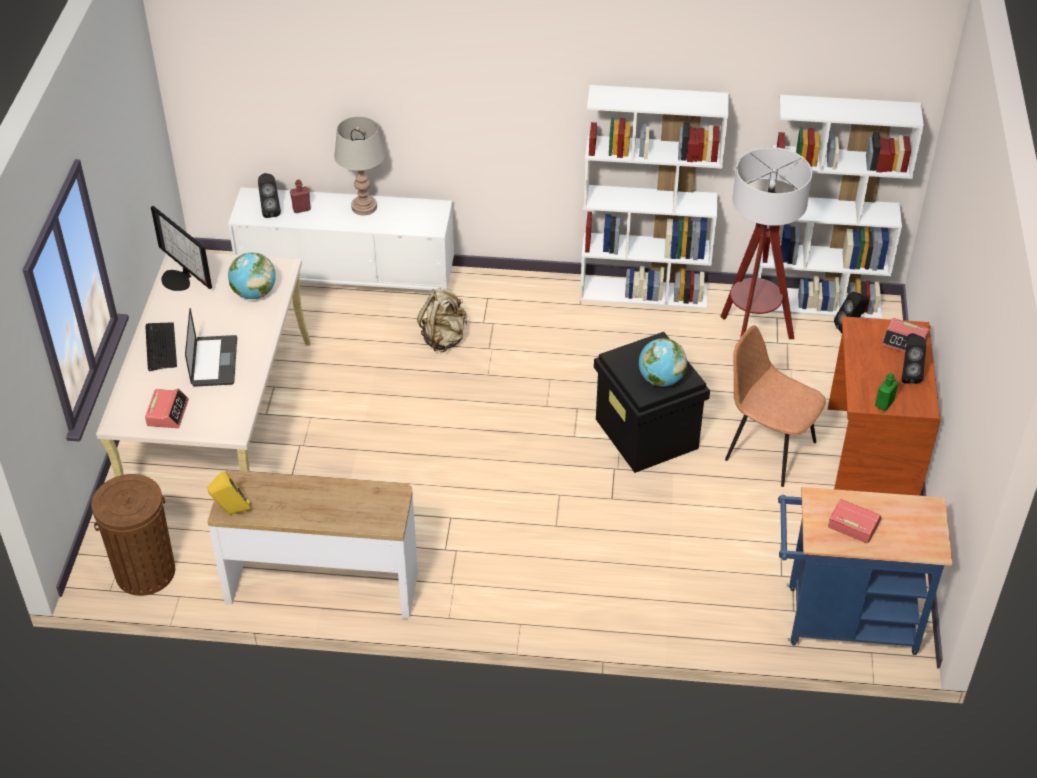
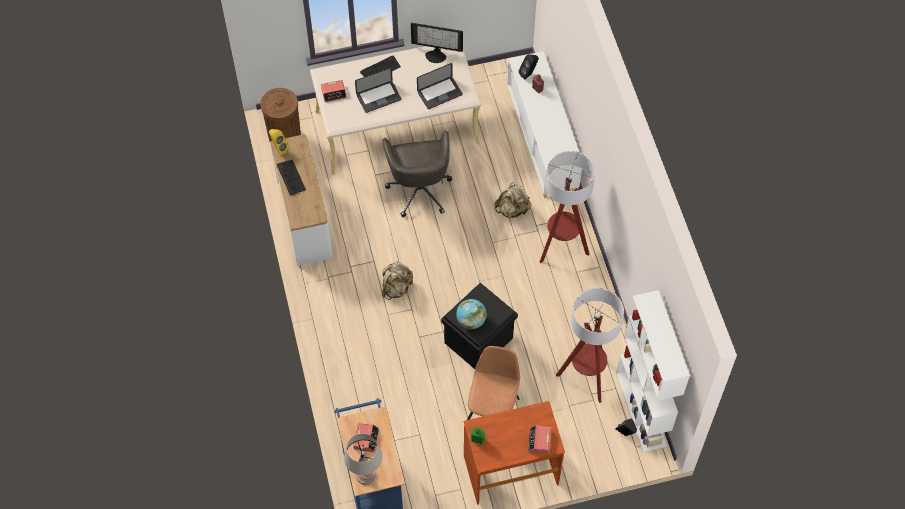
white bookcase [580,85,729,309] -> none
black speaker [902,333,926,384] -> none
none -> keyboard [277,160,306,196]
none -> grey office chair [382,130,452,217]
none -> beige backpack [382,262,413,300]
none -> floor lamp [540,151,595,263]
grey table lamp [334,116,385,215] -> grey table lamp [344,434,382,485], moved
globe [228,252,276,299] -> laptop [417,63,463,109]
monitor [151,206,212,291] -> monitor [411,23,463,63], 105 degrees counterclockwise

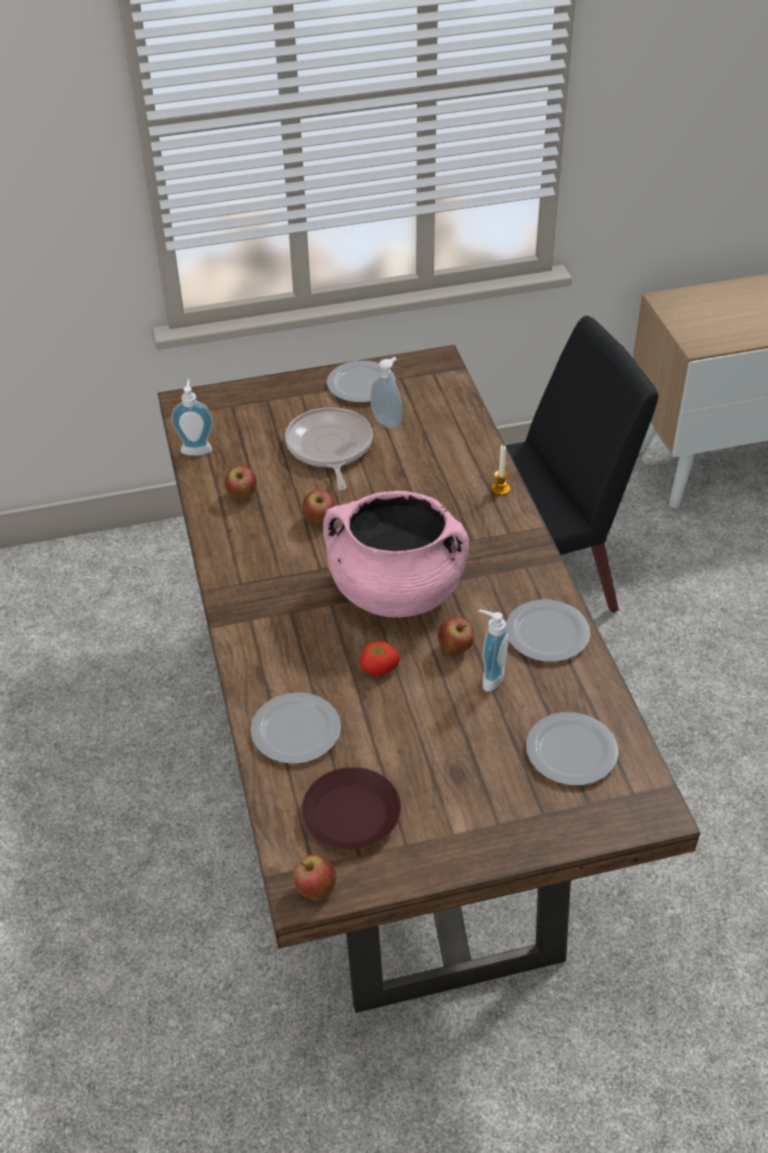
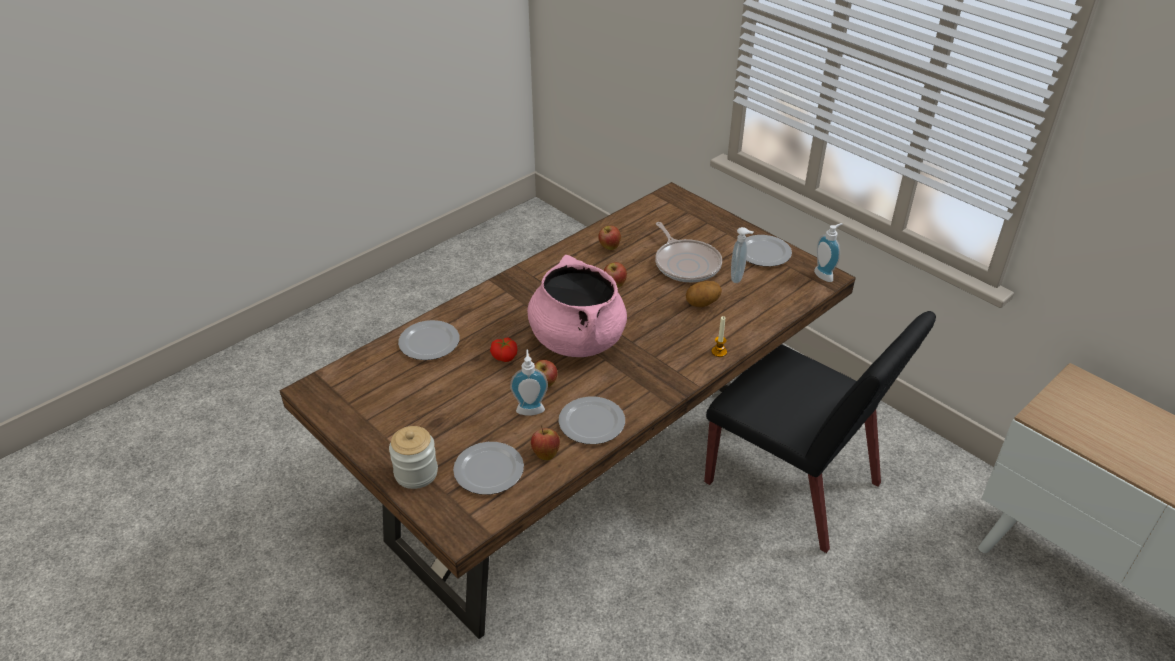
brown plate [302,767,401,850] -> none
none -> jar [389,426,438,489]
none -> potato [686,281,722,307]
soap dispenser [171,379,213,456] -> soap dispenser [814,223,843,282], moved
apple [293,854,336,900] -> apple [531,425,560,460], moved
frying pan [285,407,373,490] -> frying pan [655,222,722,282], 105 degrees clockwise

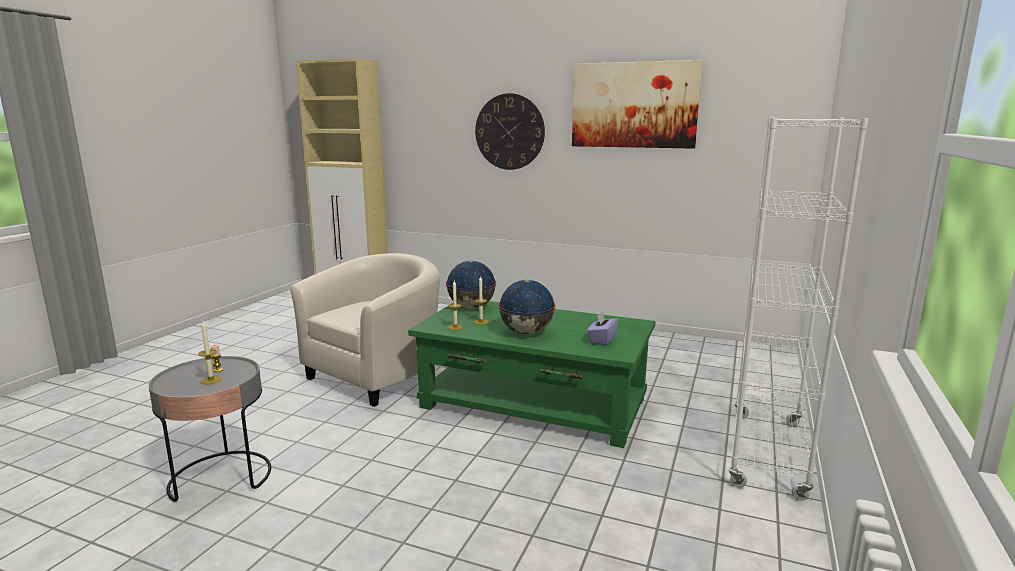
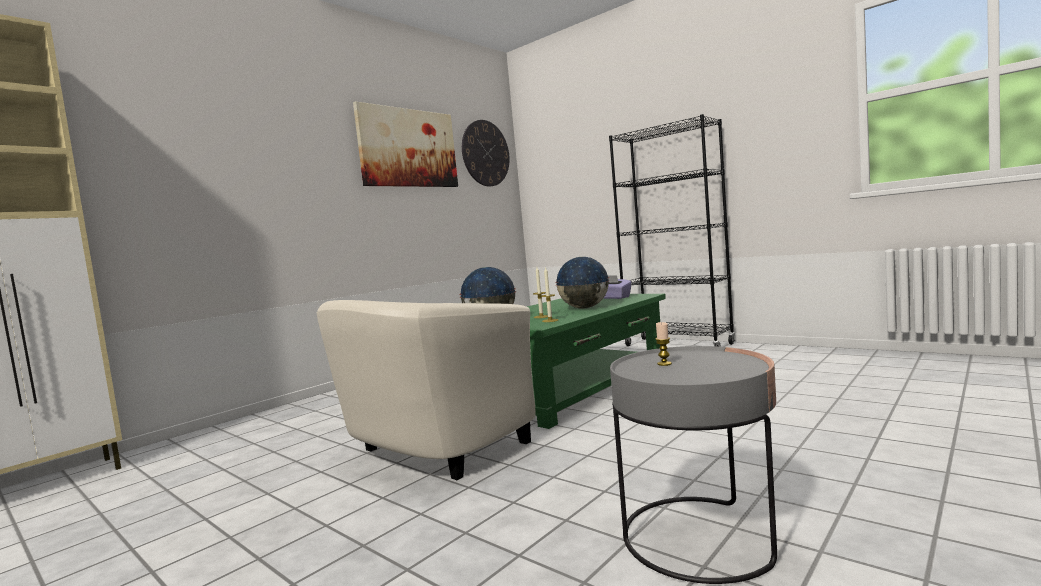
candle [198,322,222,385] -> none
wall clock [475,93,545,170] -> wall clock [462,120,510,187], moved
white bookcase [728,117,868,500] -> black bookcase [609,114,735,347]
beige armchair [290,253,440,407] -> beige armchair [317,300,536,480], 105 degrees counterclockwise

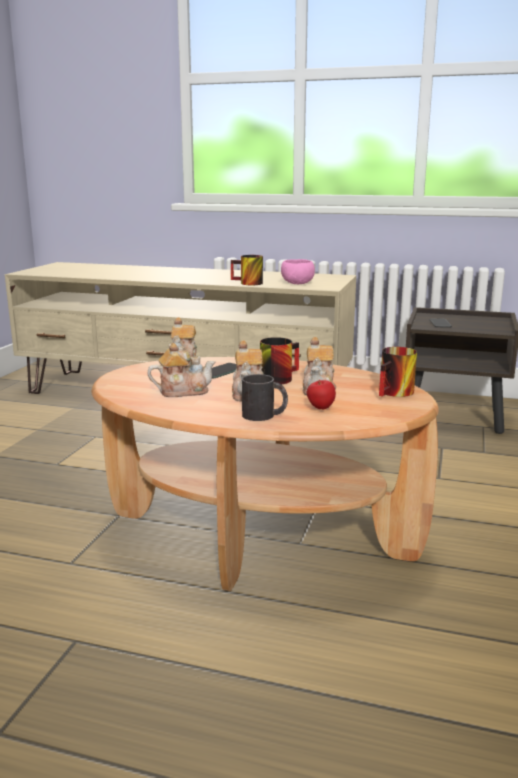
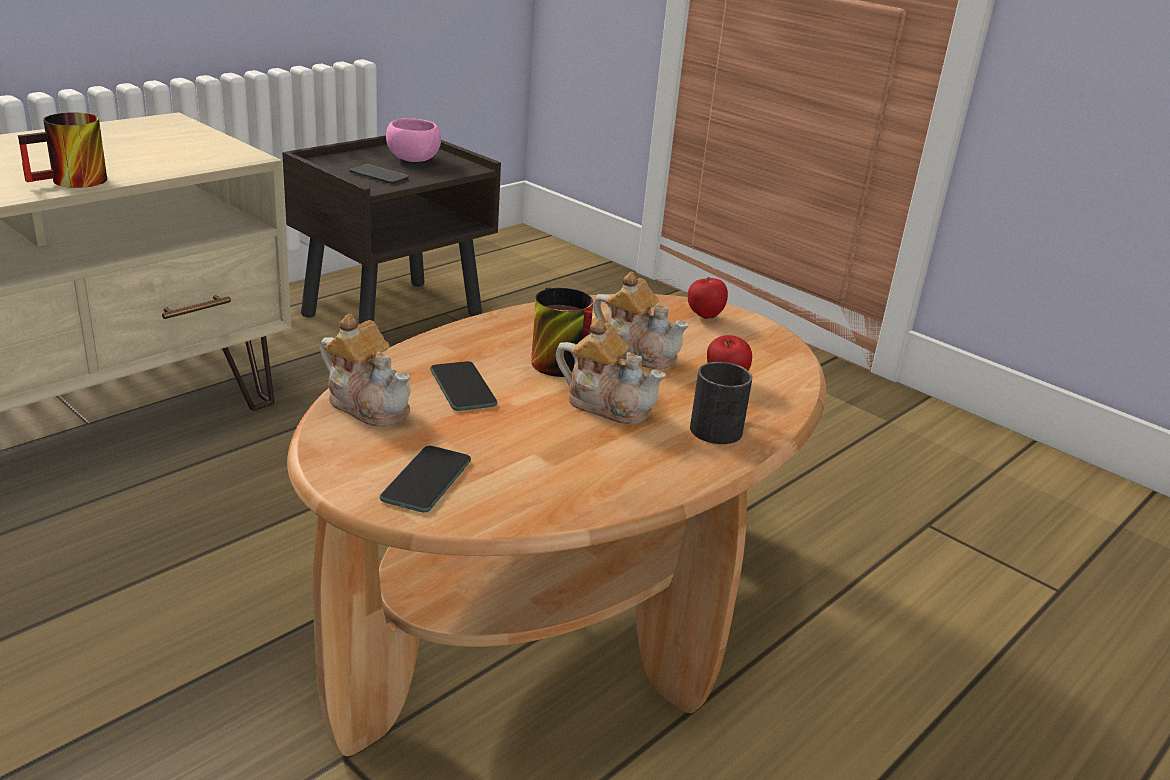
teapot [147,343,215,397] -> none
none -> phone [380,446,471,513]
pink bowl [281,259,315,284] -> pink bowl [386,118,441,162], moved
mug [379,347,417,397] -> apple [688,277,728,319]

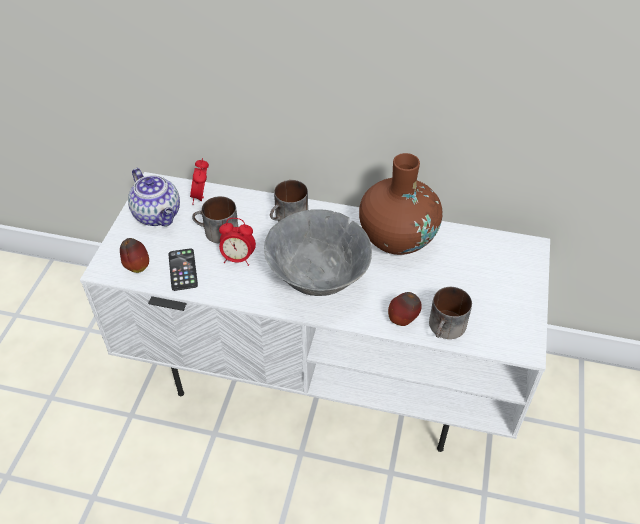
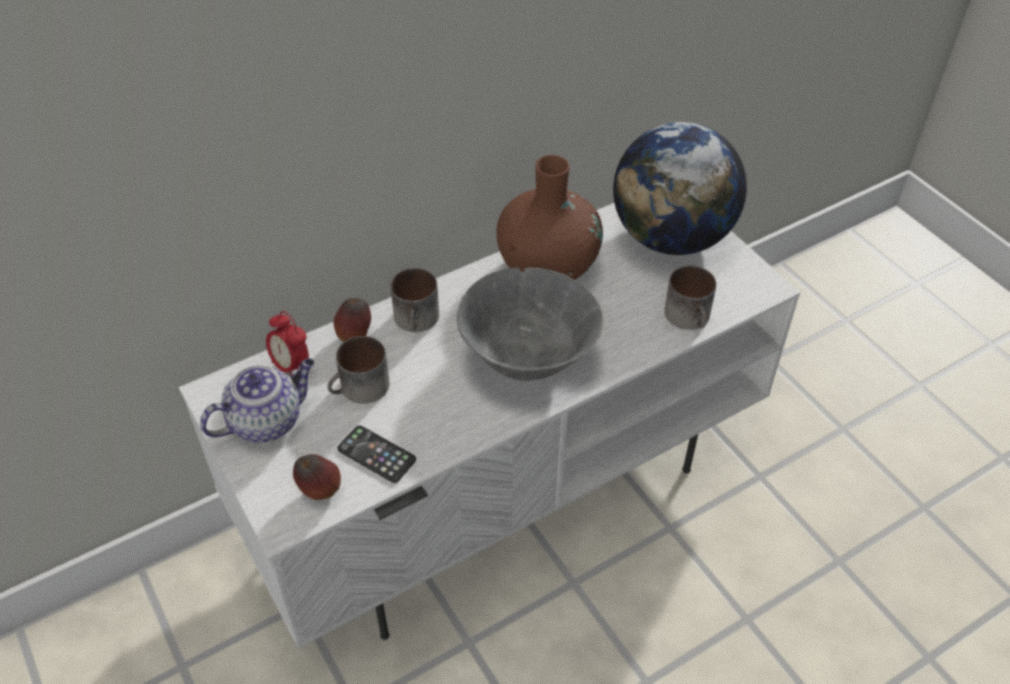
alarm clock [219,218,256,266] -> none
none -> globe [613,122,747,255]
apple [388,292,422,326] -> apple [333,298,371,342], moved
teapot [128,168,180,226] -> teapot [200,359,314,442], 45 degrees counterclockwise

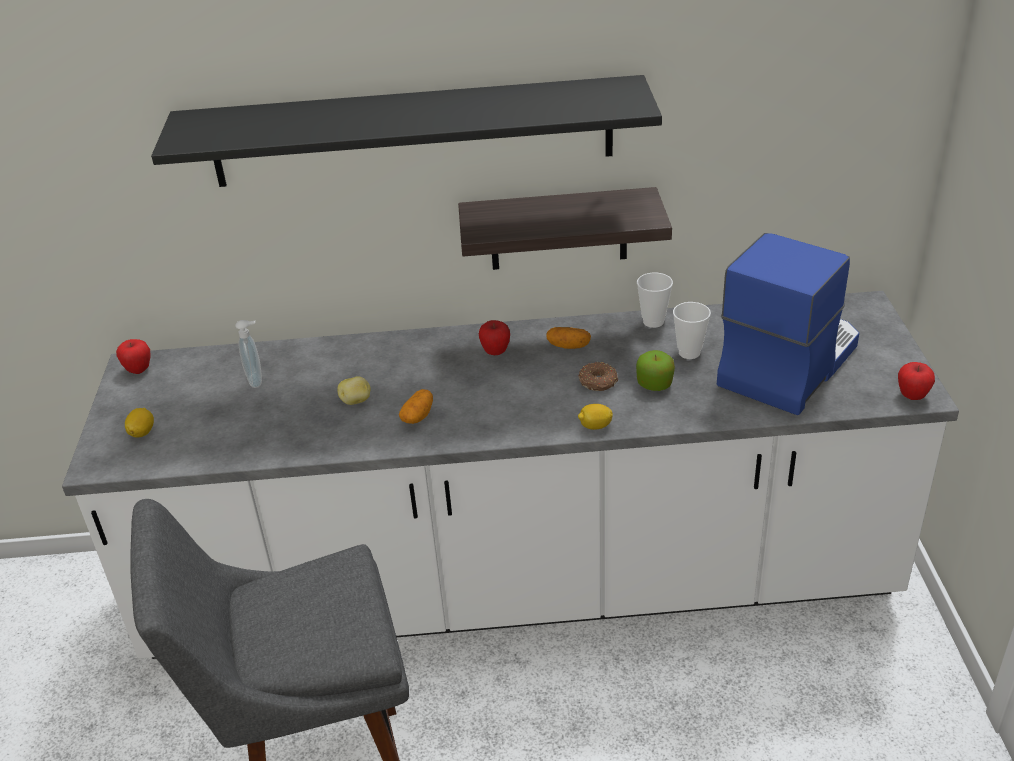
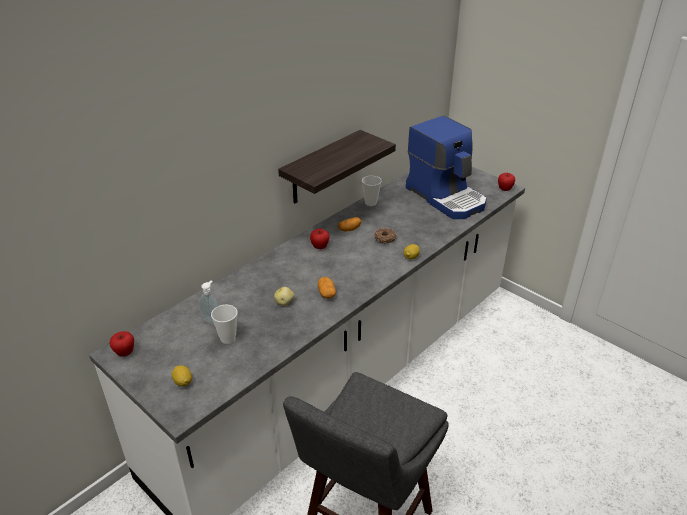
black shelf [151,75,662,187] -> none
apple [636,350,675,391] -> none
cup [673,302,711,359] -> cup [211,305,238,344], moved
coffee machine [717,233,859,415] -> coffee machine [406,116,487,219], 150 degrees clockwise

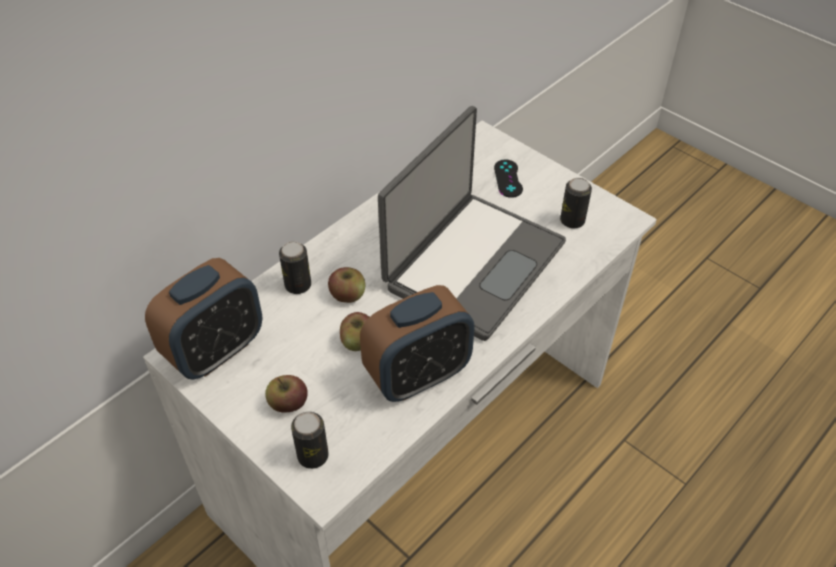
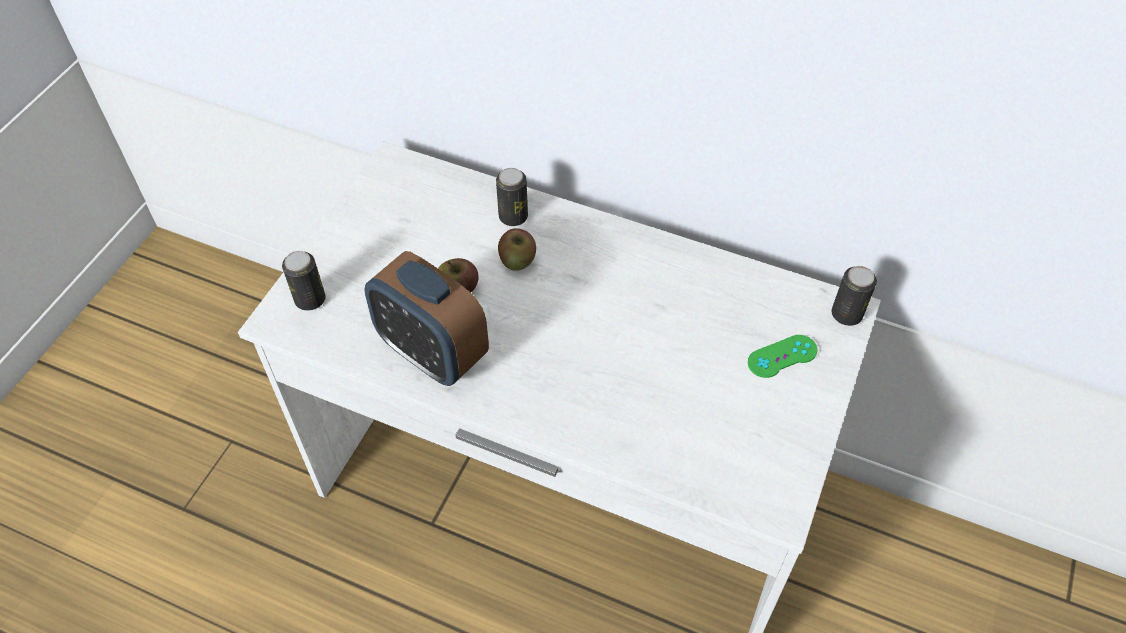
alarm clock [145,258,263,380] -> none
apple [265,375,308,413] -> none
laptop [378,106,566,341] -> none
can [560,178,592,228] -> can [832,266,877,326], moved
black game controller [494,159,523,198] -> green game controller [748,335,818,378]

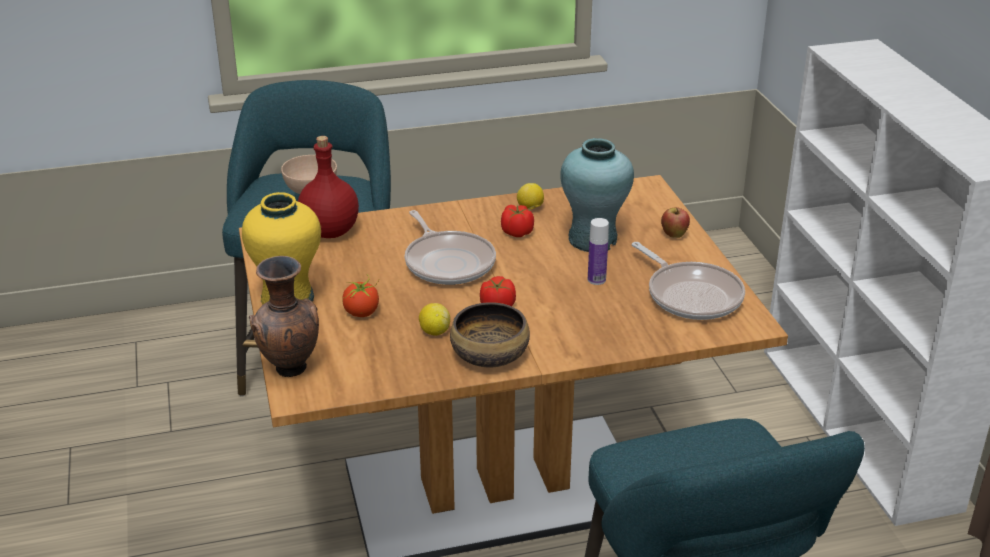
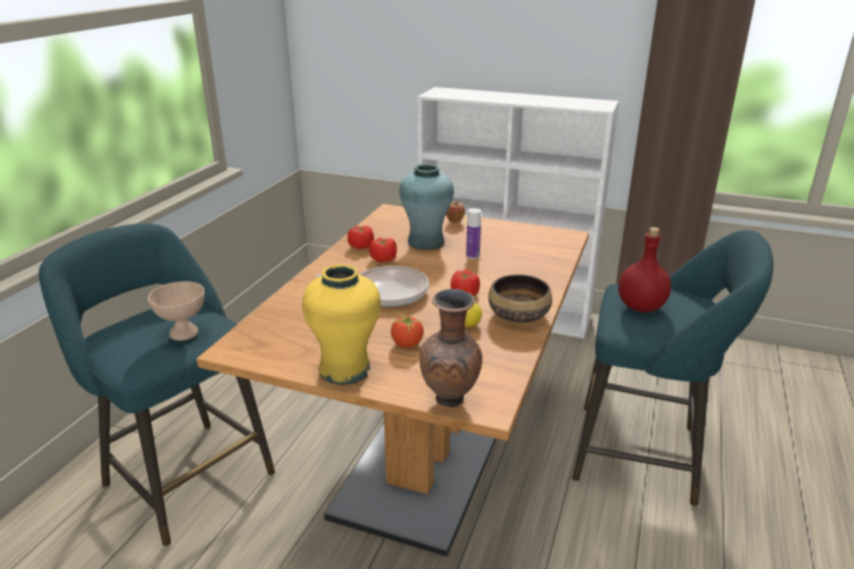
frying pan [632,242,745,320] -> none
red bottle [298,136,359,238] -> red bottle [618,227,671,313], moved
lemon [517,183,544,209] -> tomato [347,226,374,249]

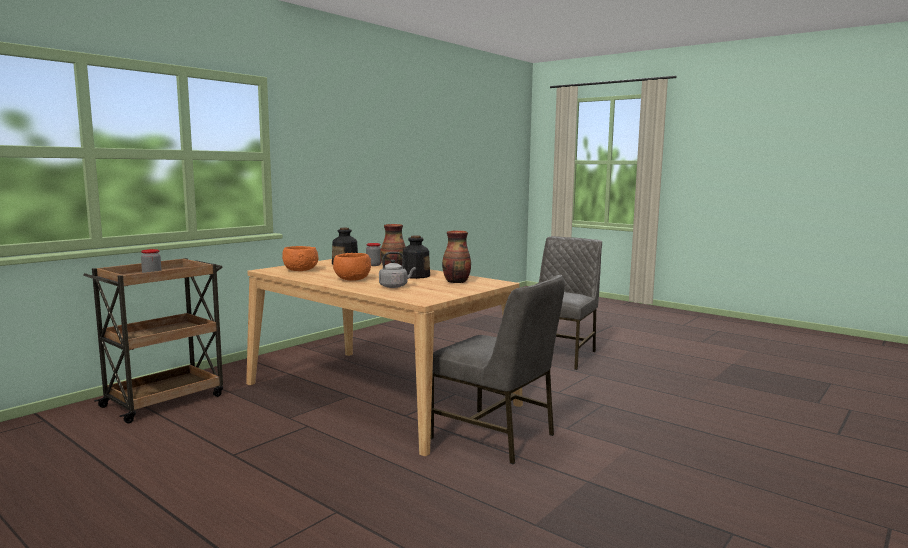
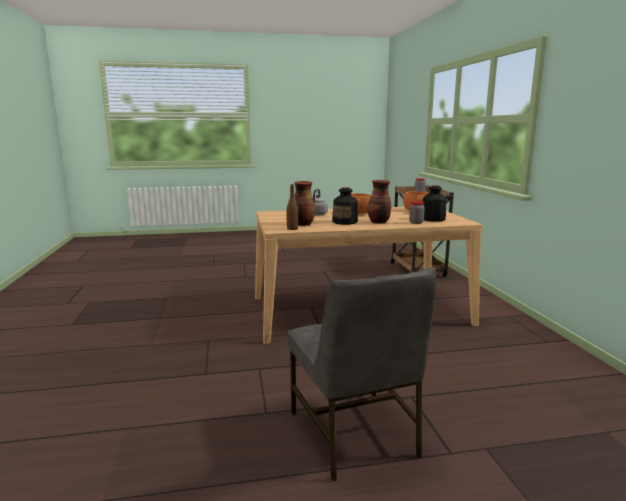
grey chair [431,275,565,465] -> none
none -> brown bottle [286,184,298,230]

